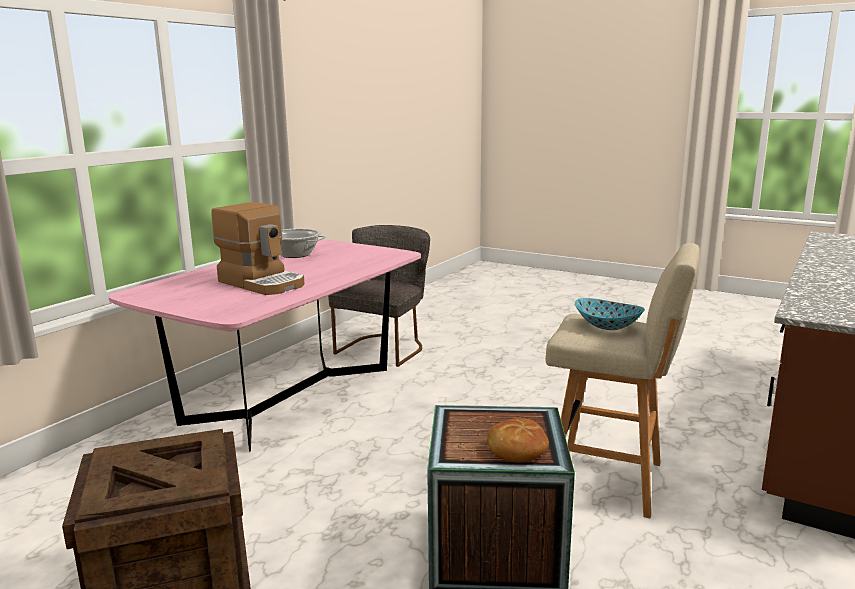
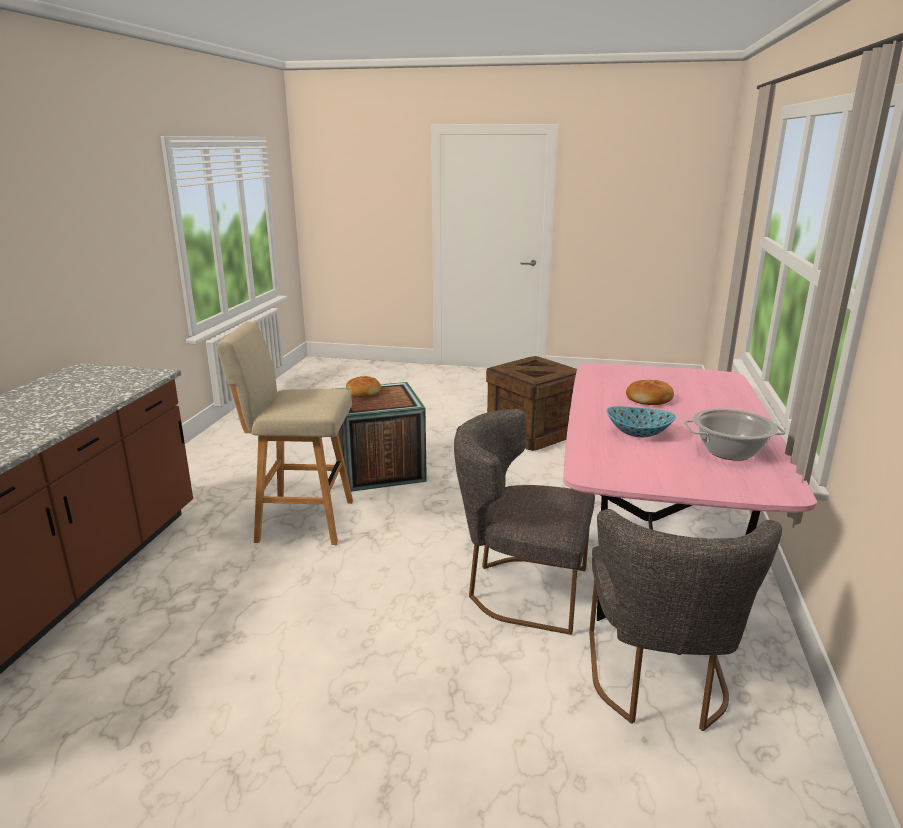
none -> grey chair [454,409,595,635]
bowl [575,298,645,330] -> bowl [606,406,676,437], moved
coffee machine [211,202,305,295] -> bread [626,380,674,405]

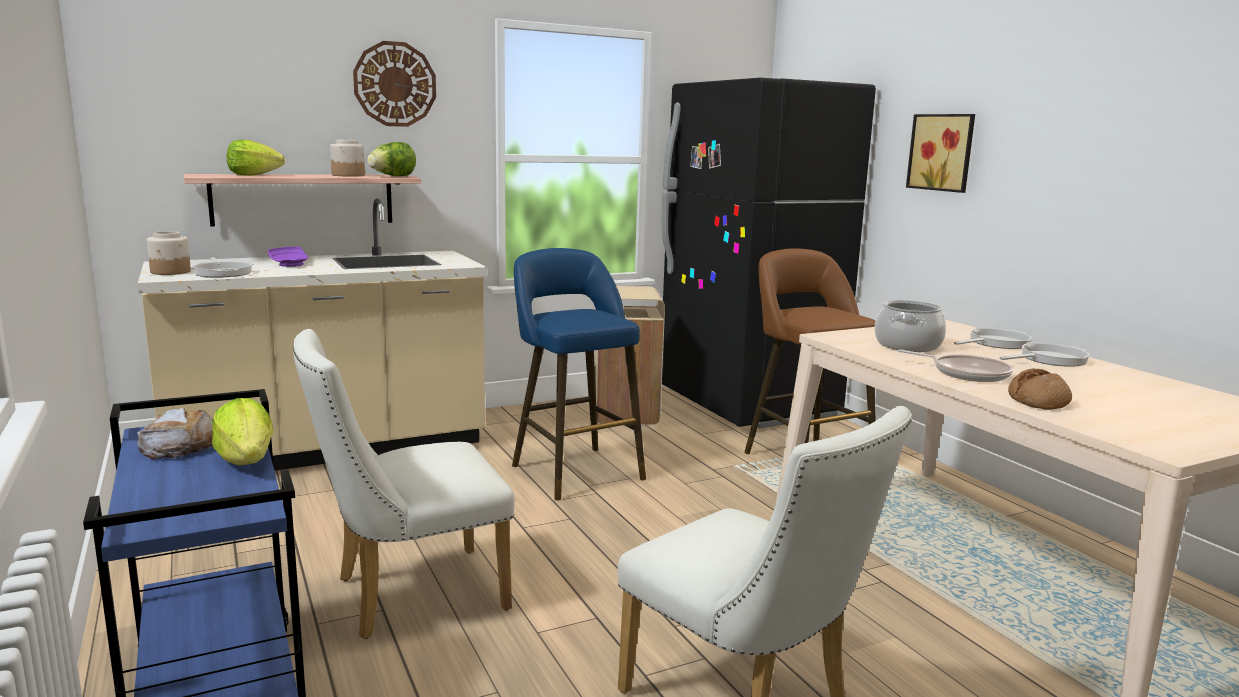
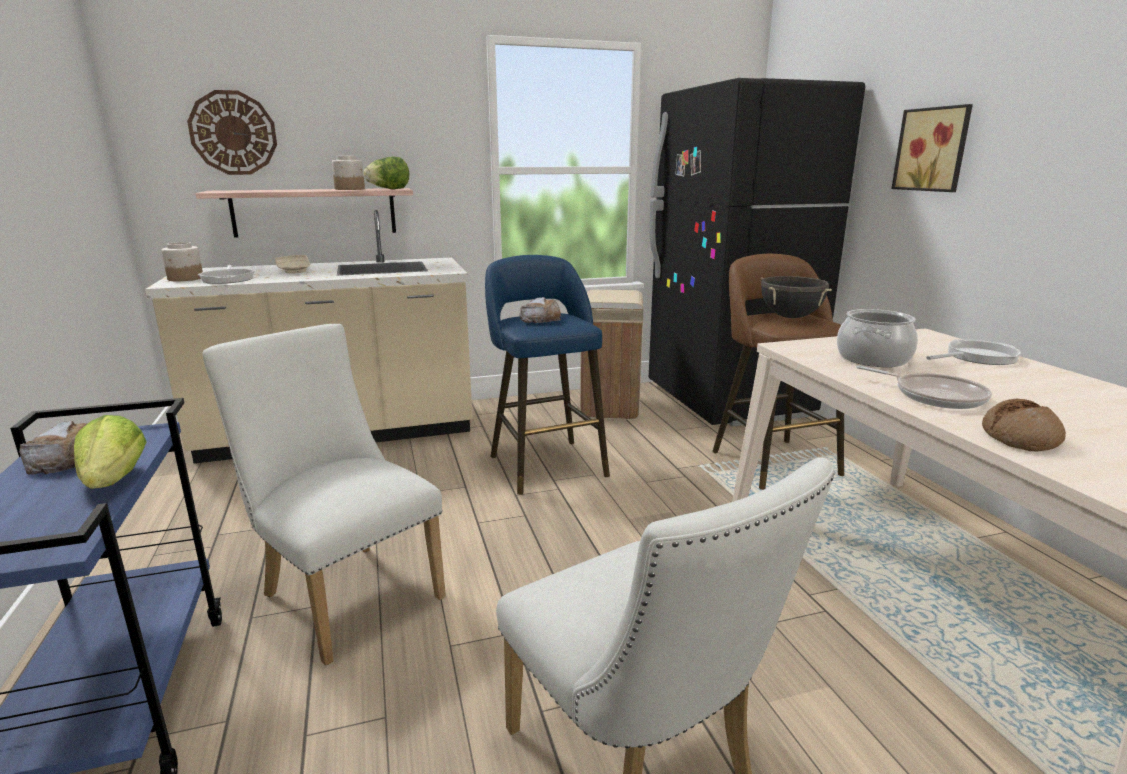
lettuce [227,140,285,176] -> none
frying pan [999,343,1090,367] -> none
none -> bread [520,297,561,323]
none -> black cooking pot [761,276,832,318]
wall clock [353,41,436,127] -> wall clock [187,90,277,175], moved
purple plate [268,247,308,267] -> beige plate [275,255,310,274]
white chair [293,329,515,639] -> white chair [202,324,446,666], 60 degrees clockwise

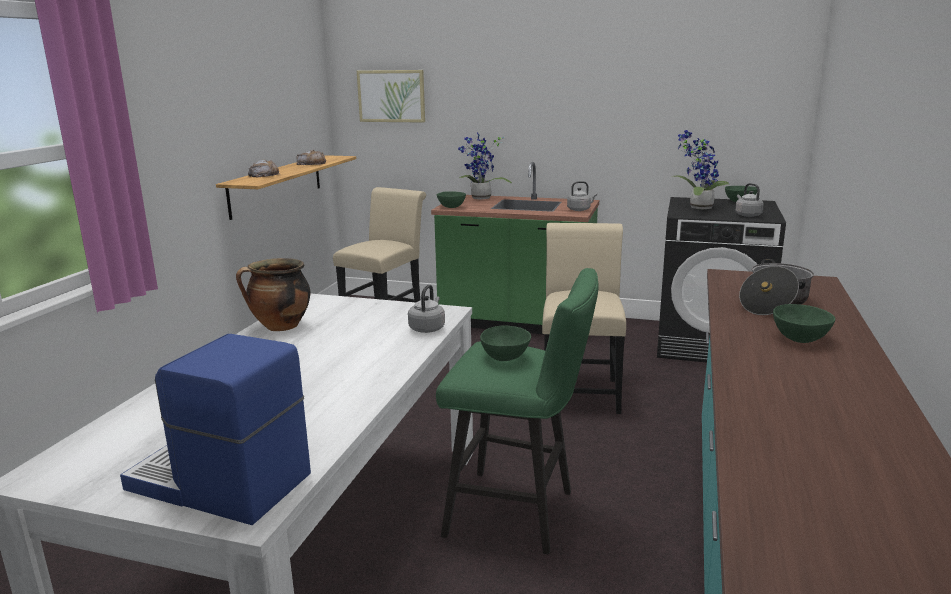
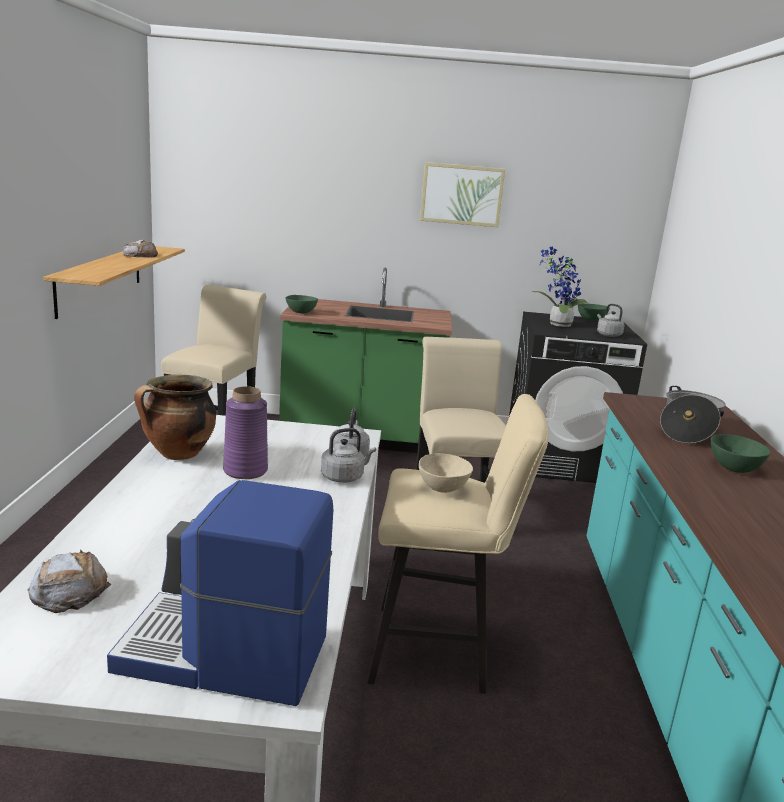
potted plant [458,133,512,200] -> none
none -> purple vase [223,386,268,479]
bread [248,159,280,177] -> bread [27,549,111,613], moved
picture [357,70,425,123] -> picture [420,162,505,227], moved
grey kettle [567,181,597,211] -> grey kettle [321,428,376,483], moved
green stool [436,268,599,554] -> beige stool [368,394,548,694]
green bowl [480,325,531,361] -> beige bowl [419,453,473,493]

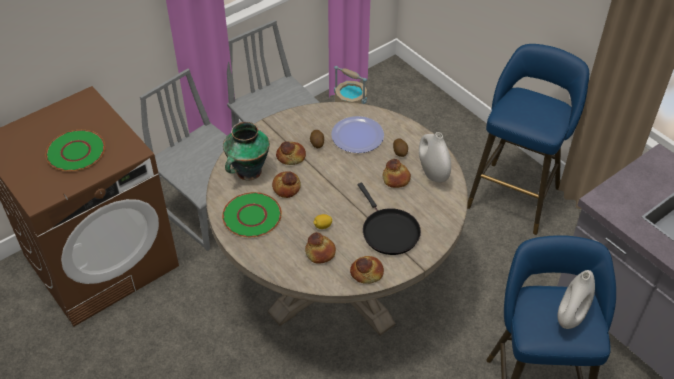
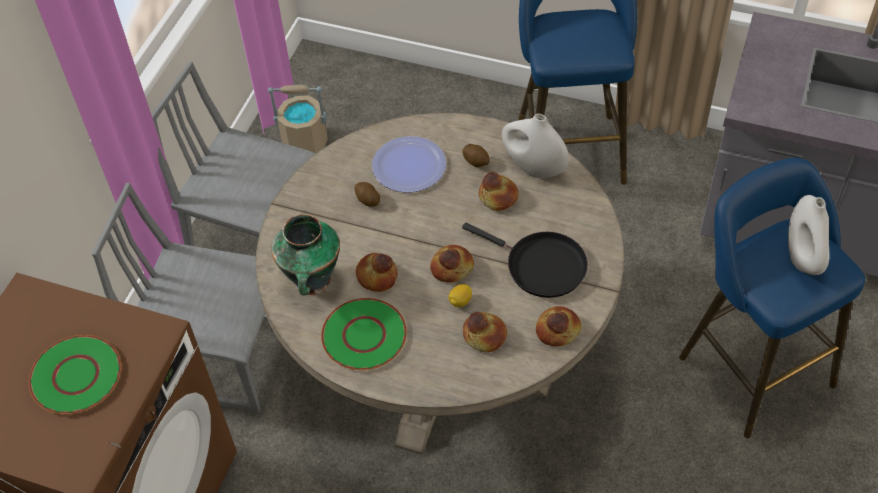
bread [276,142,306,165] -> bread [430,245,474,282], moved

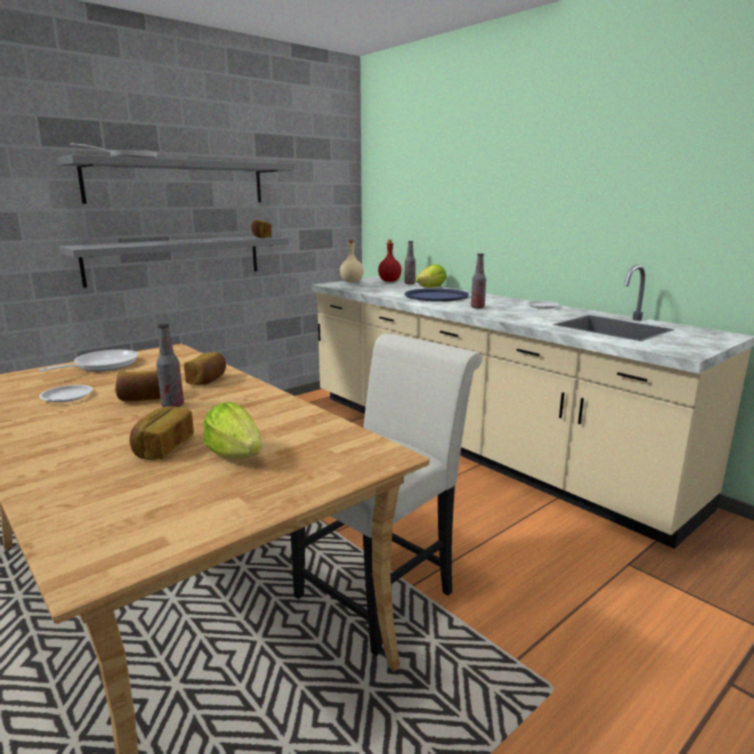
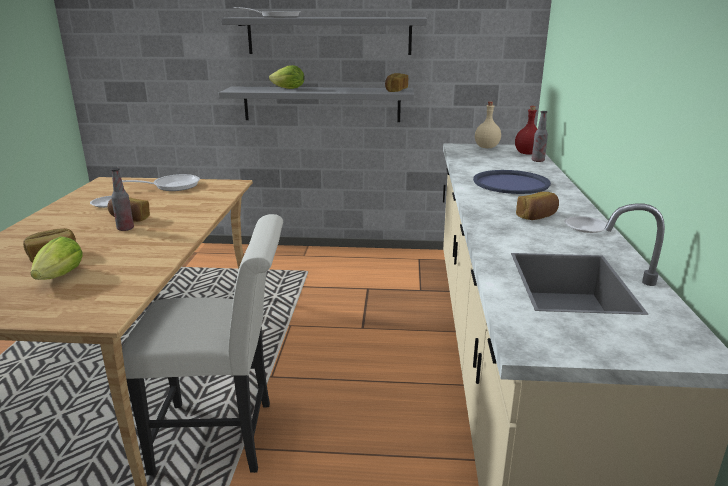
bottle [471,253,486,309] -> none
bread [184,352,226,385] -> bread [516,192,559,220], moved
lettuce [415,264,447,288] -> lettuce [269,65,305,89], moved

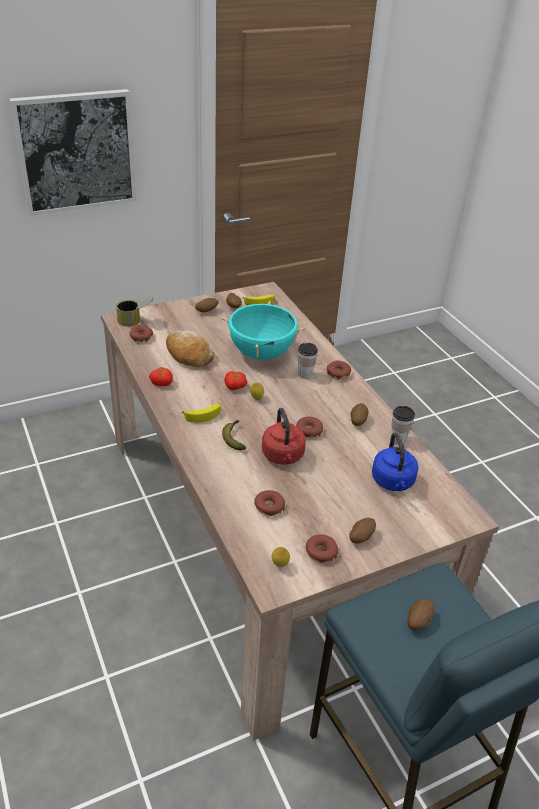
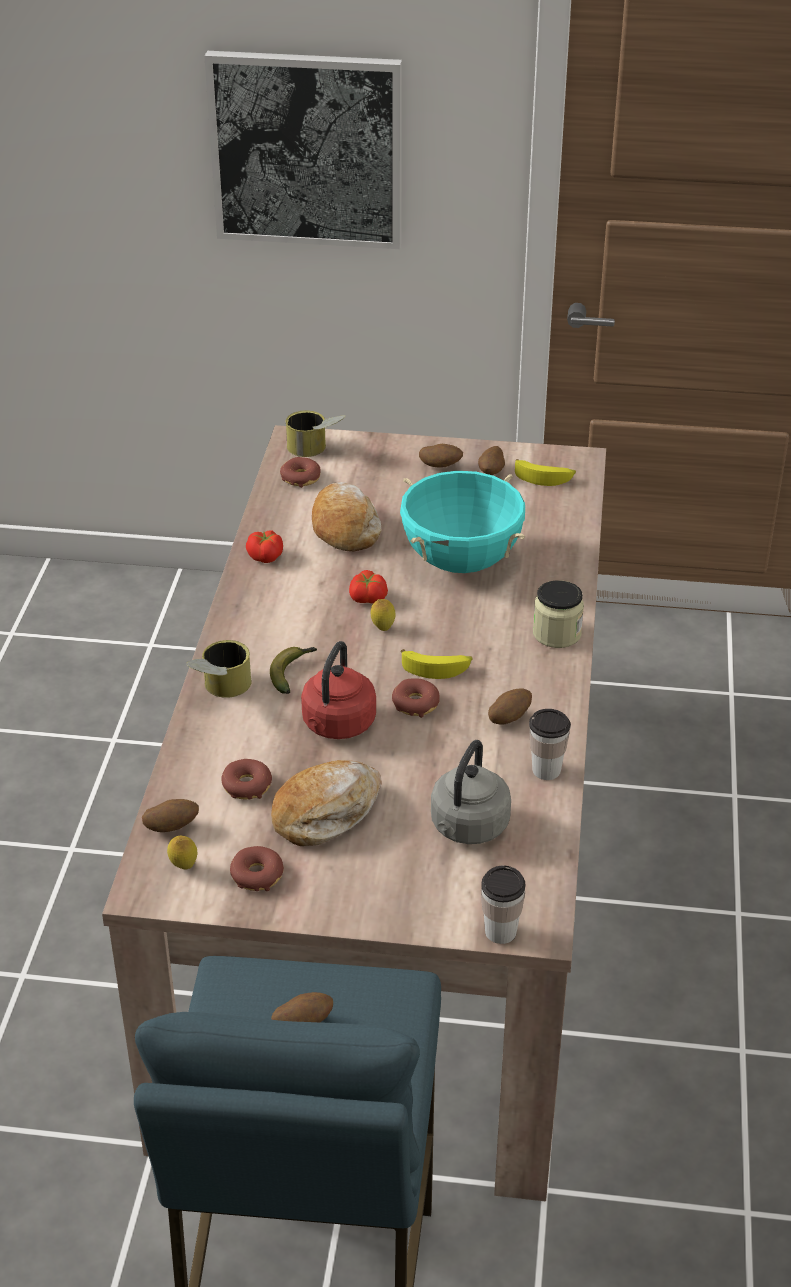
none -> can [186,640,252,698]
none -> bread [271,760,382,846]
banana [182,403,222,423] -> banana [401,649,473,679], moved
cup [298,343,318,379] -> cup [481,866,526,944], moved
potato [349,518,376,543] -> potato [142,799,199,832], moved
donut [327,360,351,380] -> jar [533,580,584,648]
blue kettle [372,433,419,491] -> grey kettle [431,740,511,844]

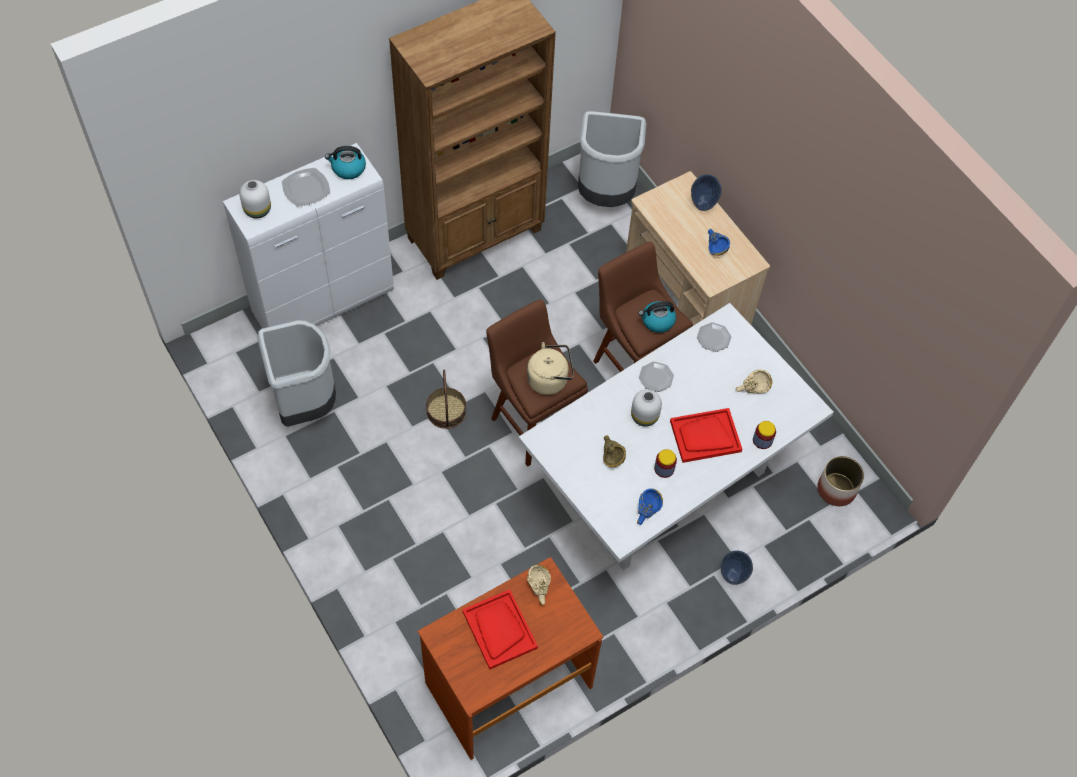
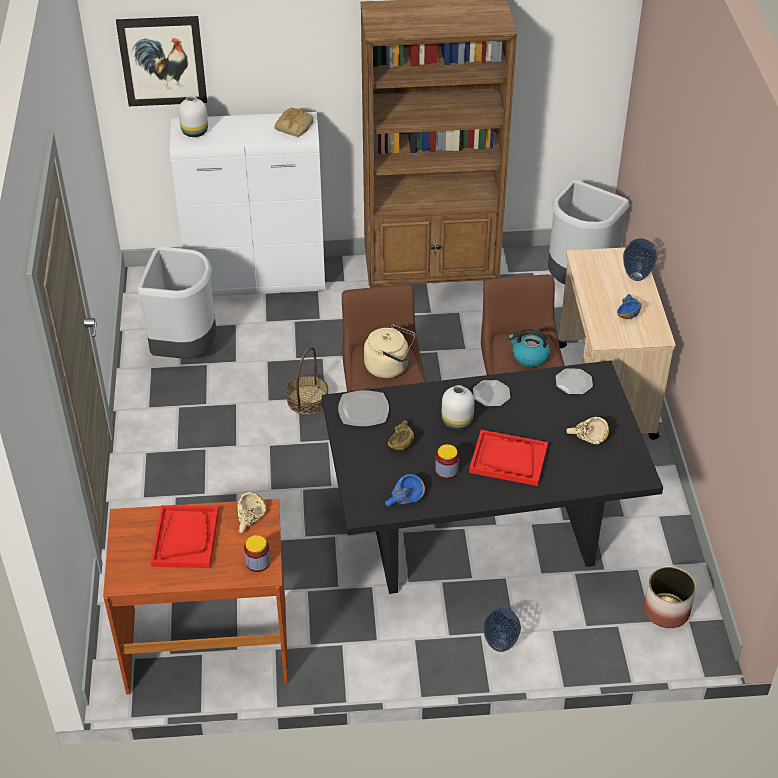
none -> picture [116,16,207,106]
plate [282,168,330,207] -> plate [338,390,389,427], moved
jar [753,421,776,449] -> jar [244,535,270,572], moved
kettle [325,146,366,179] -> bread [275,108,314,137]
white dining table [518,303,834,570] -> black dining table [322,360,663,594]

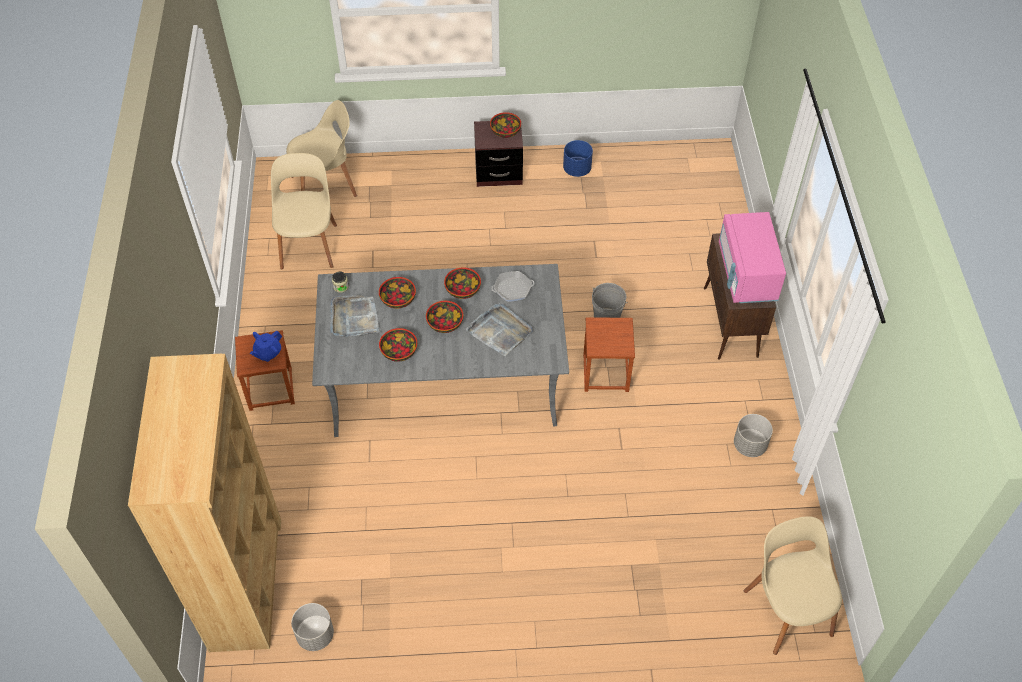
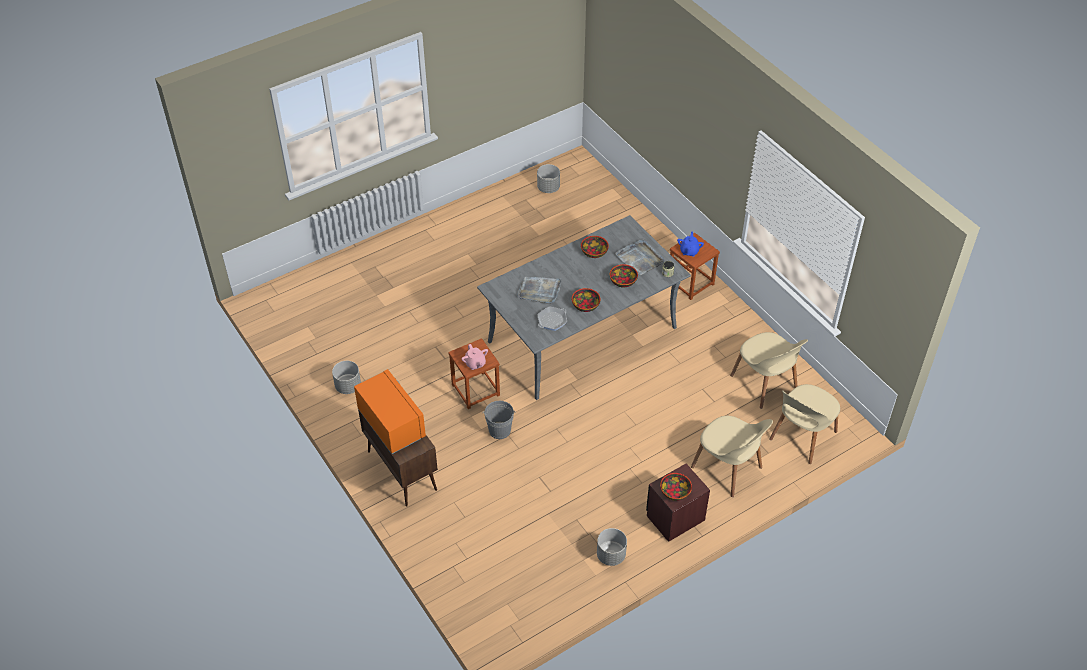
brown bookcase [128,354,281,652] -> none
bowl [426,301,463,333] -> none
none -> pink teapot [461,344,488,370]
beige chair [744,516,842,655] -> beige chair [691,416,773,497], moved
blue planter [563,140,593,177] -> grey planter [597,528,627,566]
pink microwave [719,212,786,303] -> orange microwave [354,369,426,454]

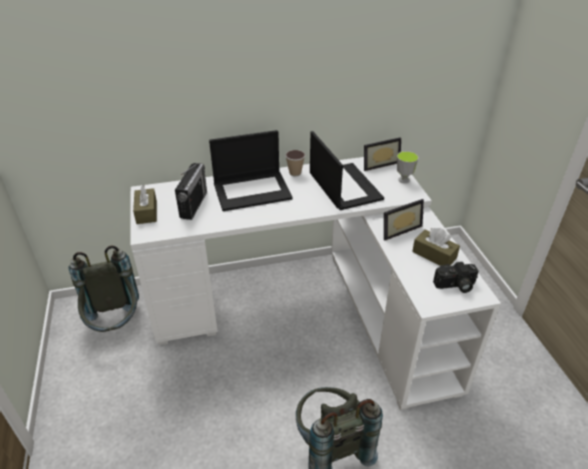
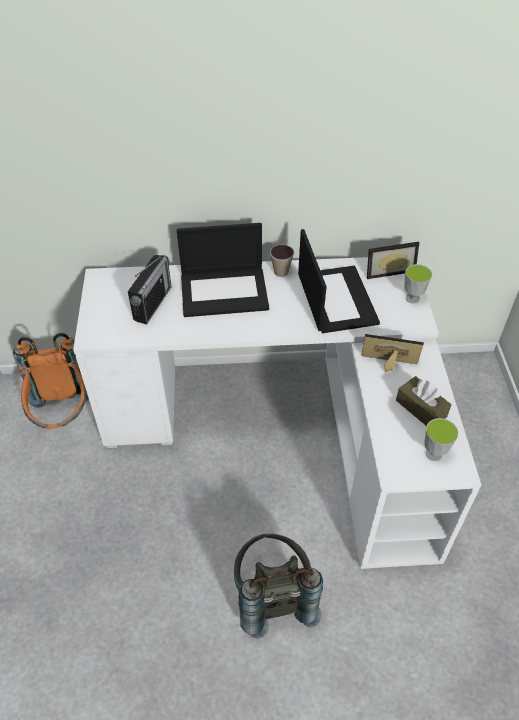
brown tissue box [133,185,157,224] -> none
photo camera [433,262,479,293] -> cup [424,418,458,461]
grey backpack [69,246,139,332] -> orange backpack [13,333,89,429]
picture frame [384,199,424,240] -> picture frame [361,334,424,372], 150 degrees counterclockwise

